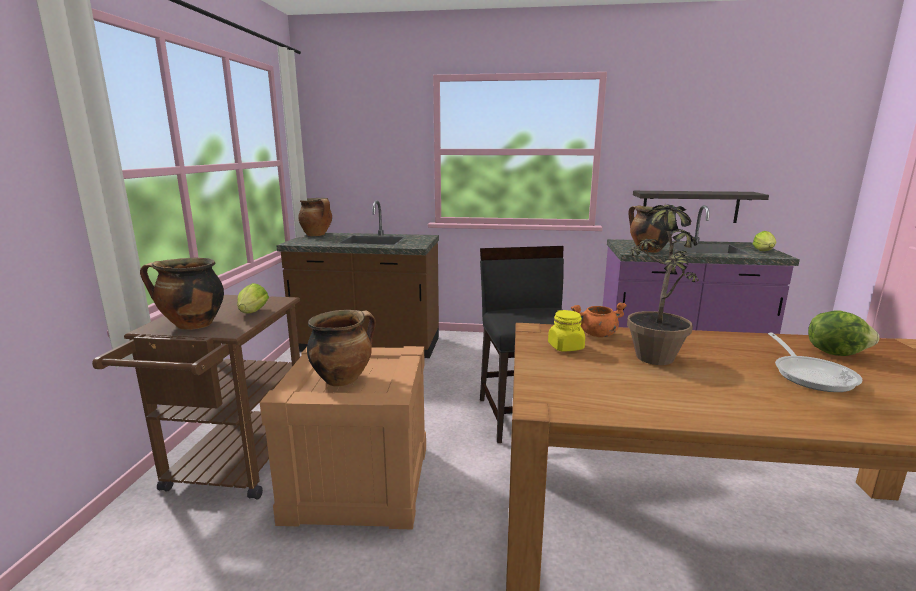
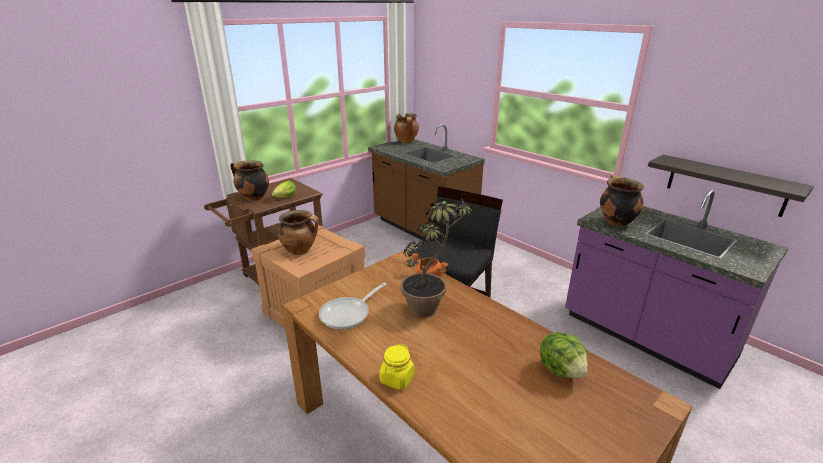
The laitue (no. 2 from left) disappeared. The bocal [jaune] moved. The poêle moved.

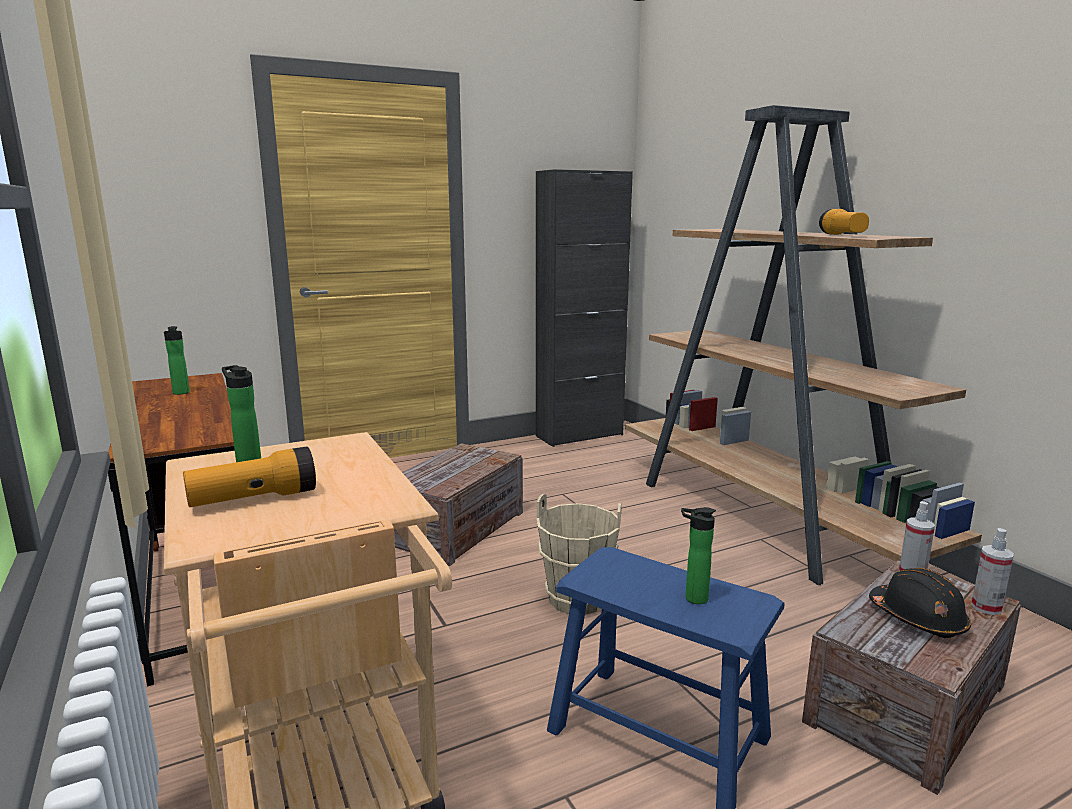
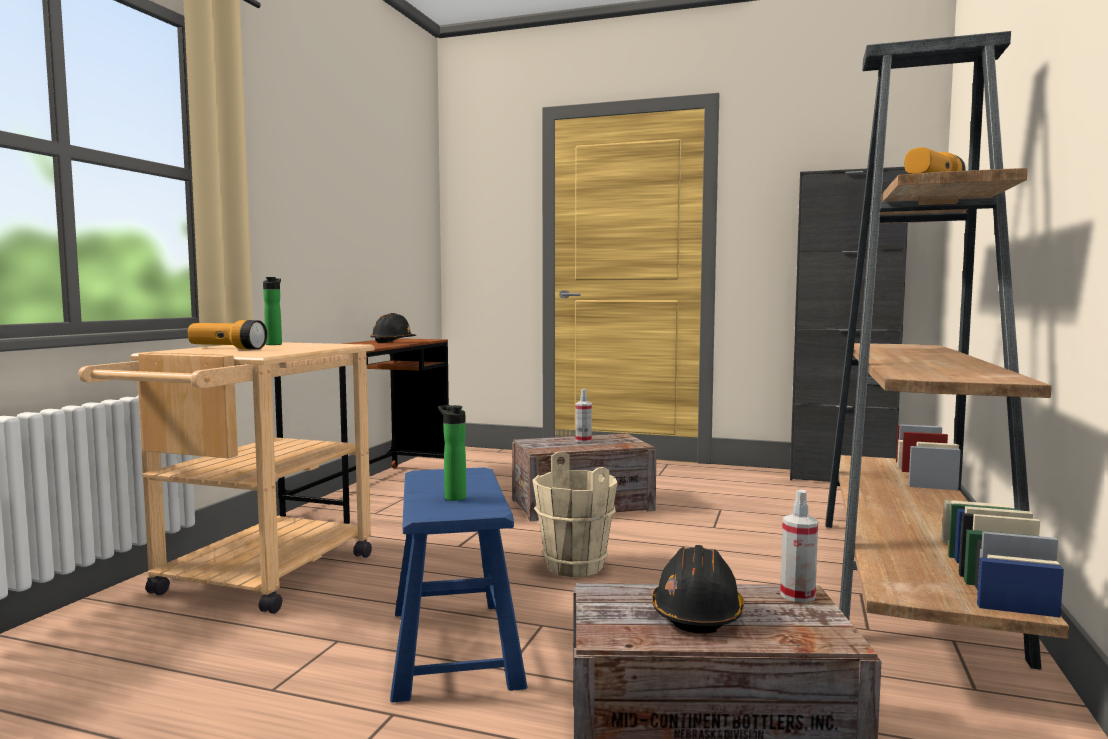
The vaporisateur (no. 2 from left in the first image) moved. The bouteille (no. 1 from left) was replaced by the casque de chantier [noir] (no. 1 from left).

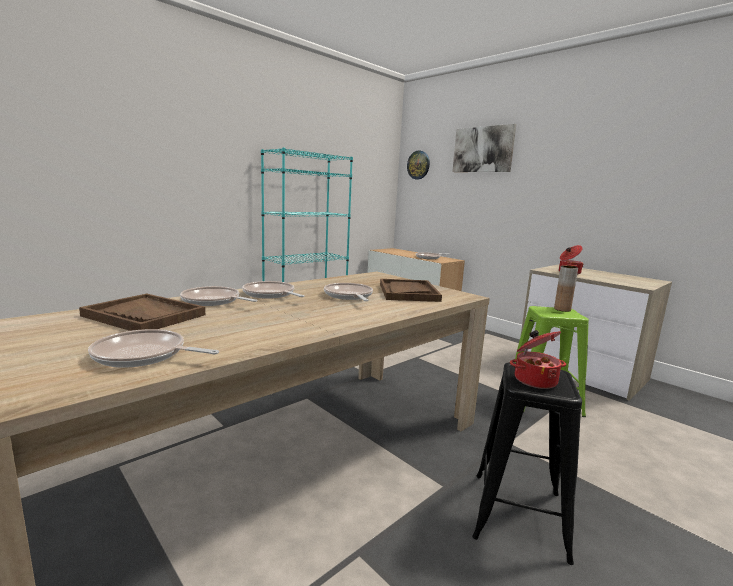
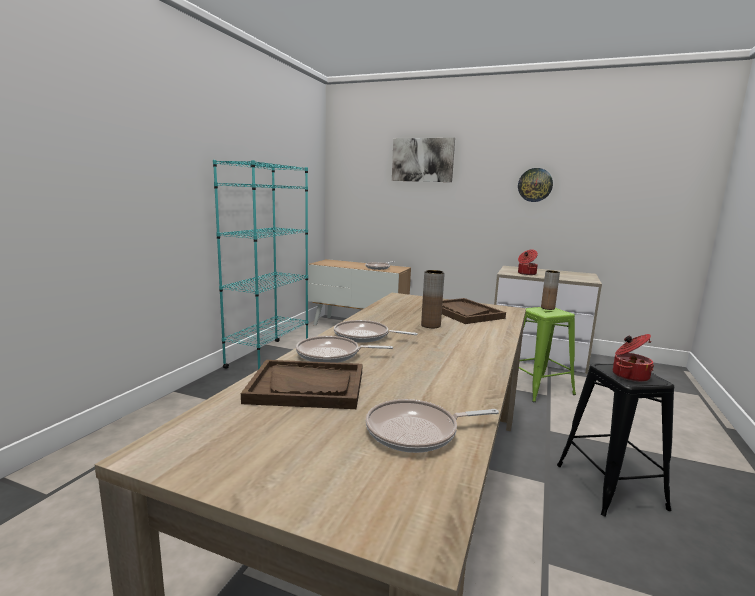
The horloge murale moved. The poêle (no. 4 from left) was replaced by the vase [marron] (no. 1 from left).

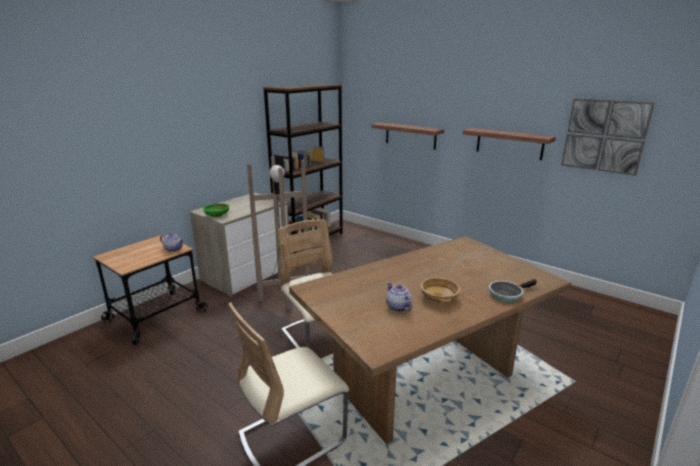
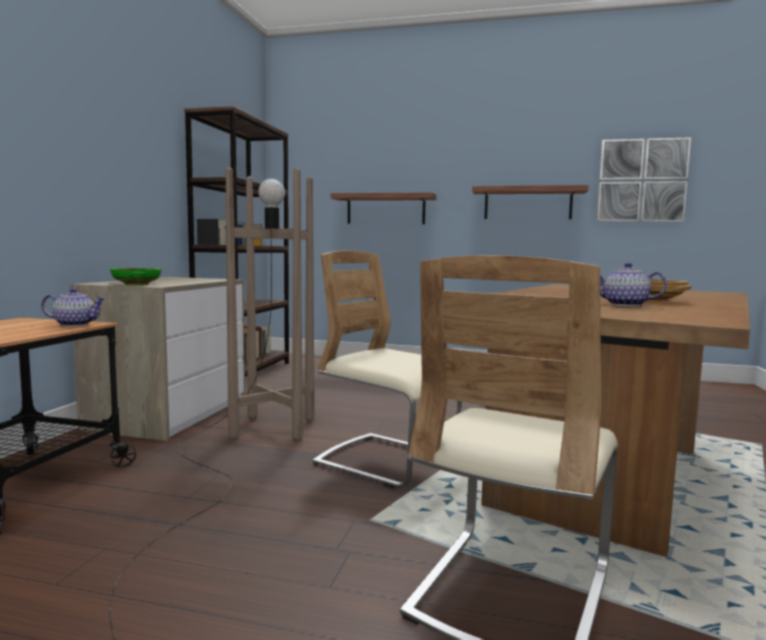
The poêle disappeared.

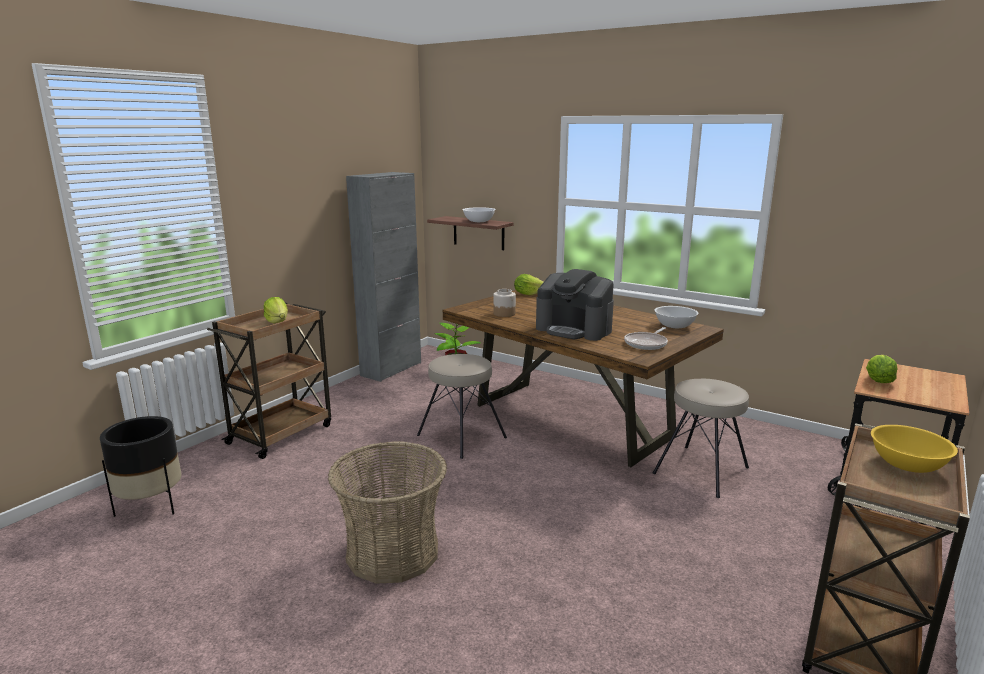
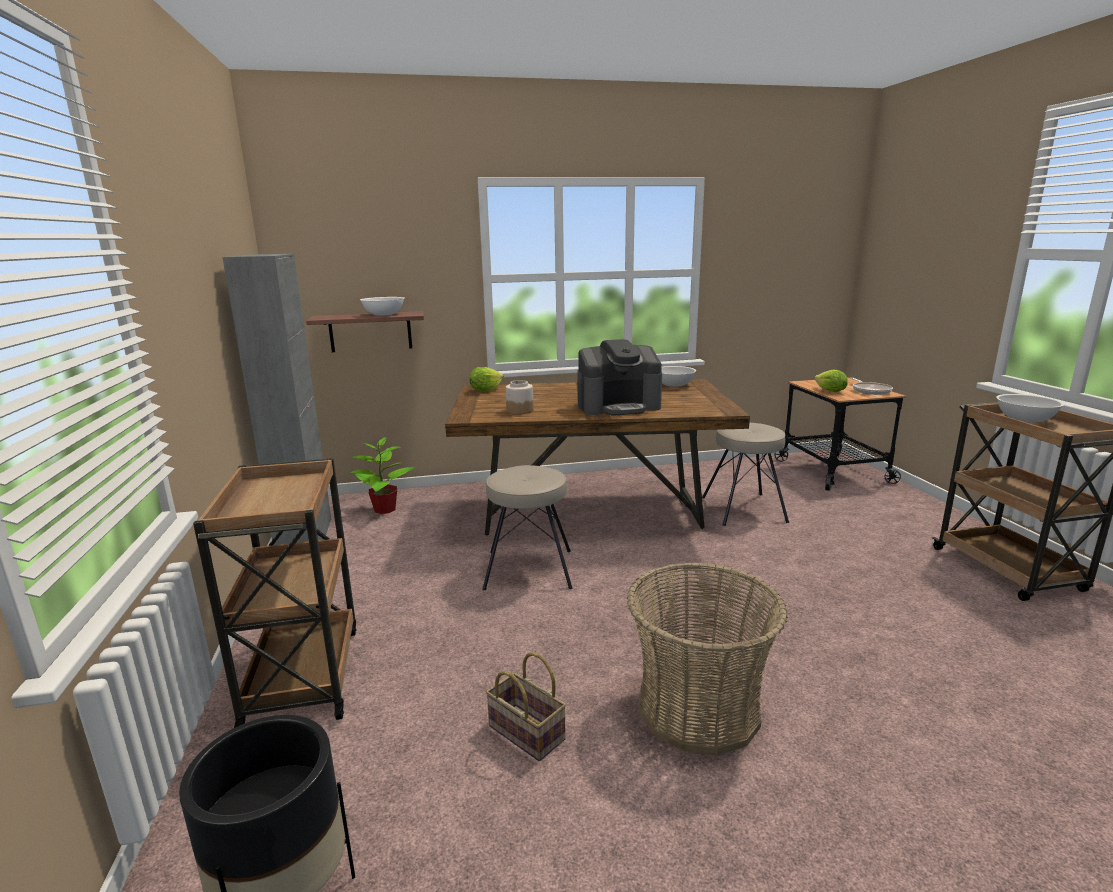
The laitue (no. 1 from left) disappeared. The panier (no. 1 from left) appeared. The poêle moved. The bol [jaune] became the bol [blanc] (no. 3 from left).

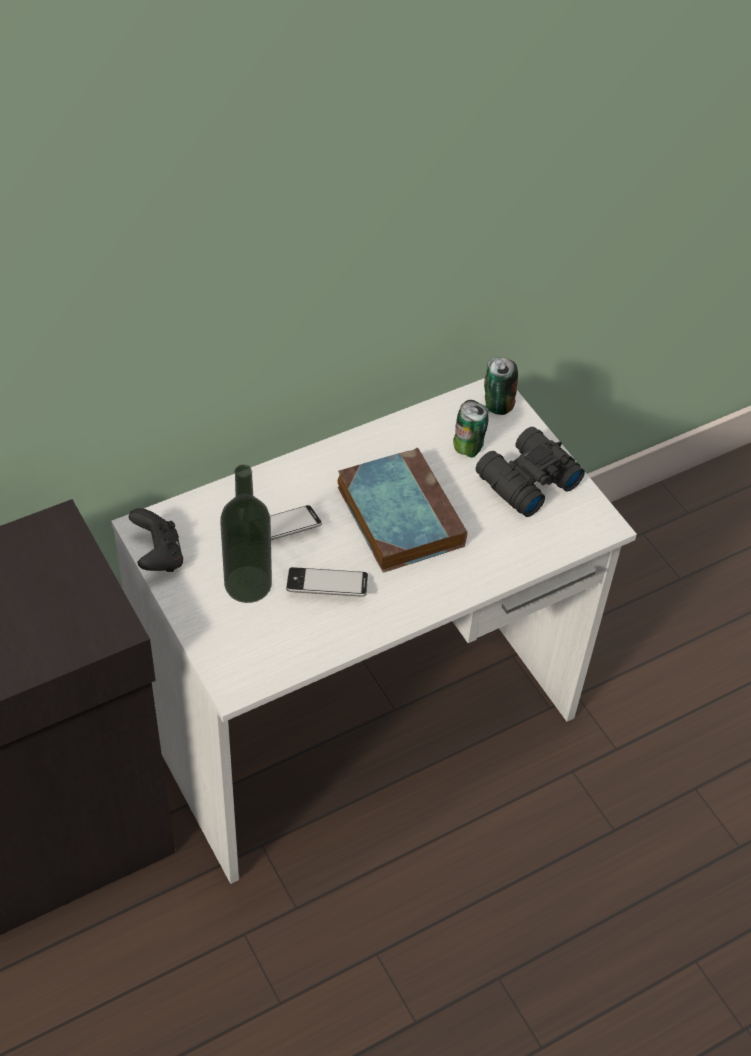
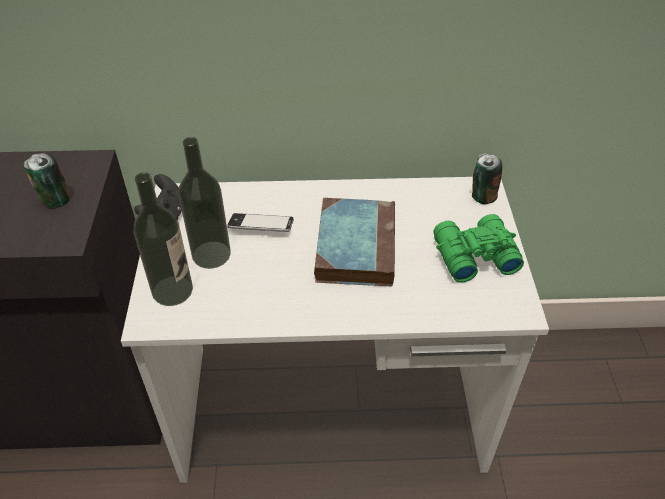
The téléphone (no. 2 from left) disappeared. The bouteille (no. 1 from left) appeared. The boîte métallique (no. 1 from left) moved. The jumelles [noir] became the jumelles [vert].

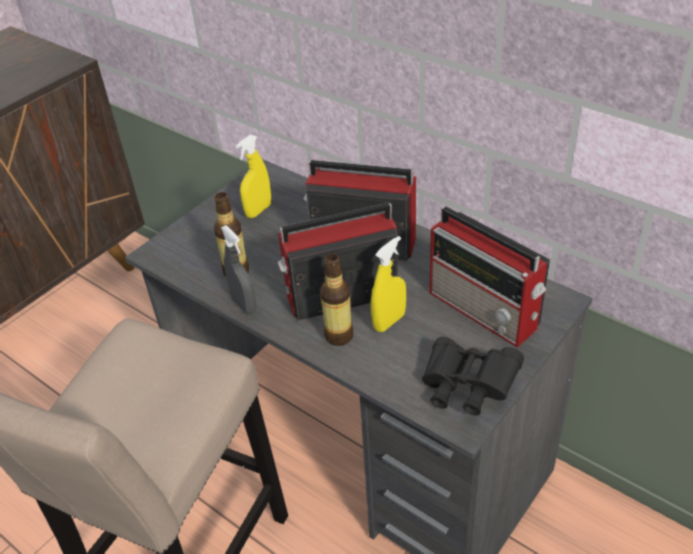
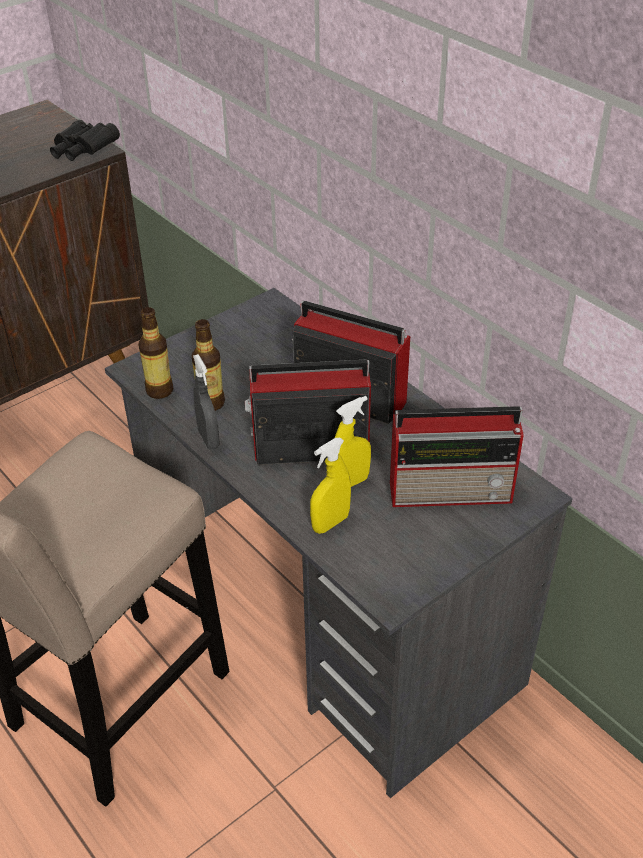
The vaporisateur [jaune] (no. 1 from left) moved. The bouteille (no. 2 from left in the first image) moved. The jumelles [noir] moved. The radio (no. 3 from left) turned 60 degrees counterclockwise.

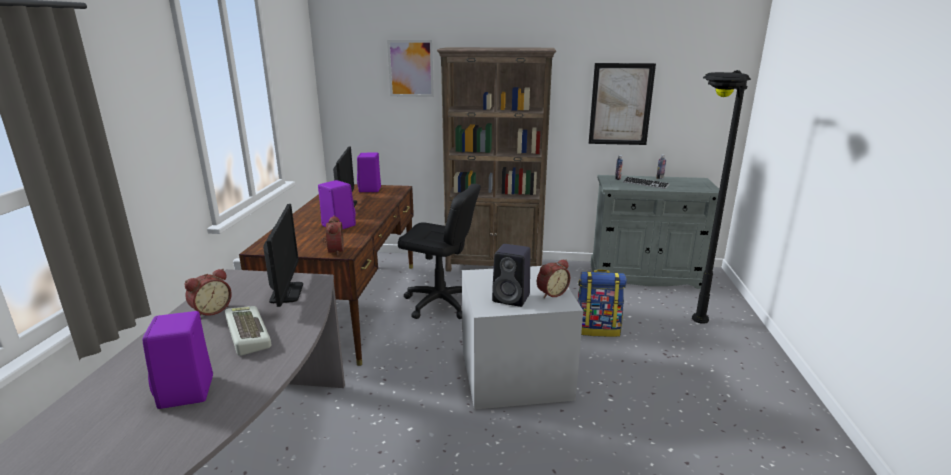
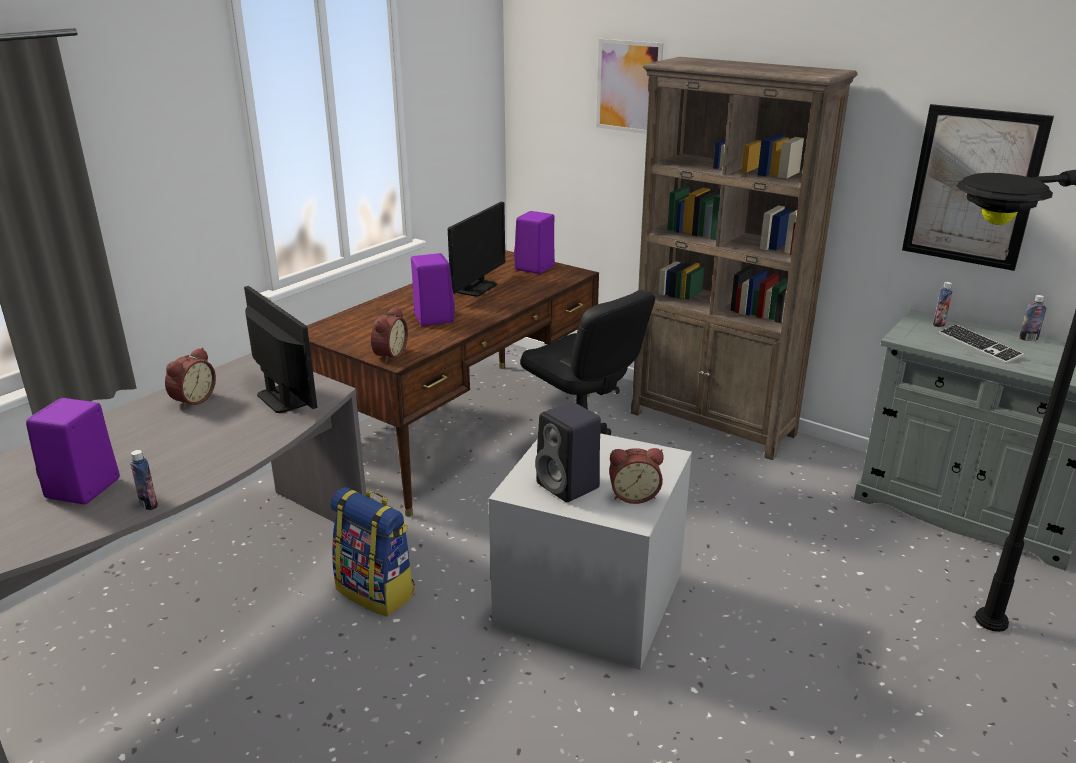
The clavier (no. 1 from left) disappeared. The bouteille (no. 1 from left) appeared. The sac à dos moved. The réveil (no. 1 from left) turned 45 degrees counterclockwise. The écran d'ordinateur (no. 1 from left) turned 60 degrees counterclockwise.

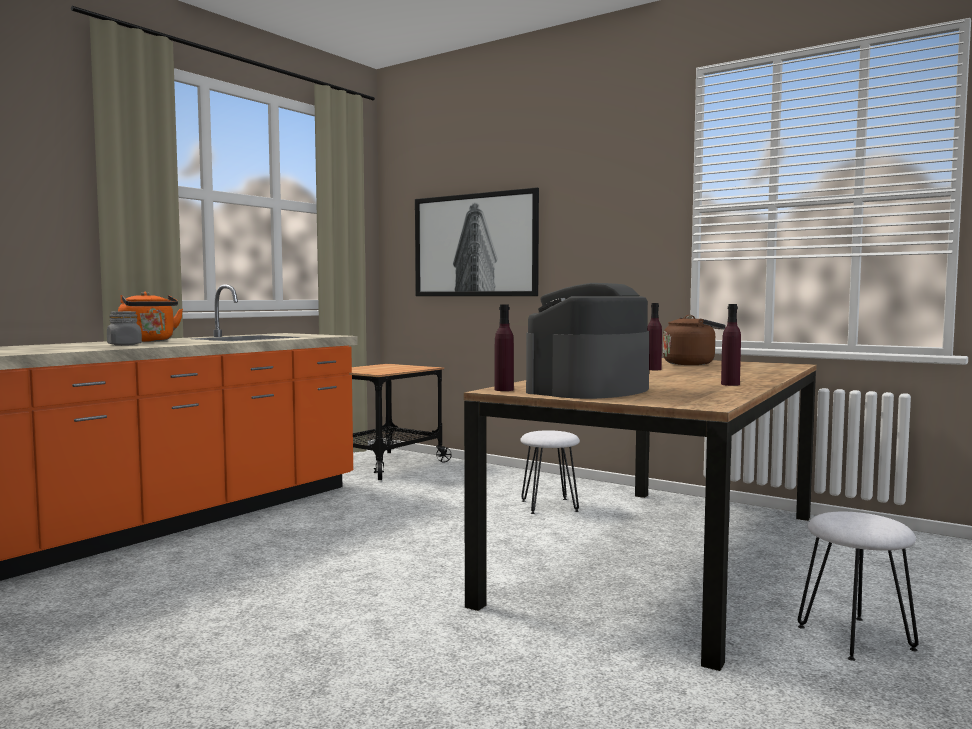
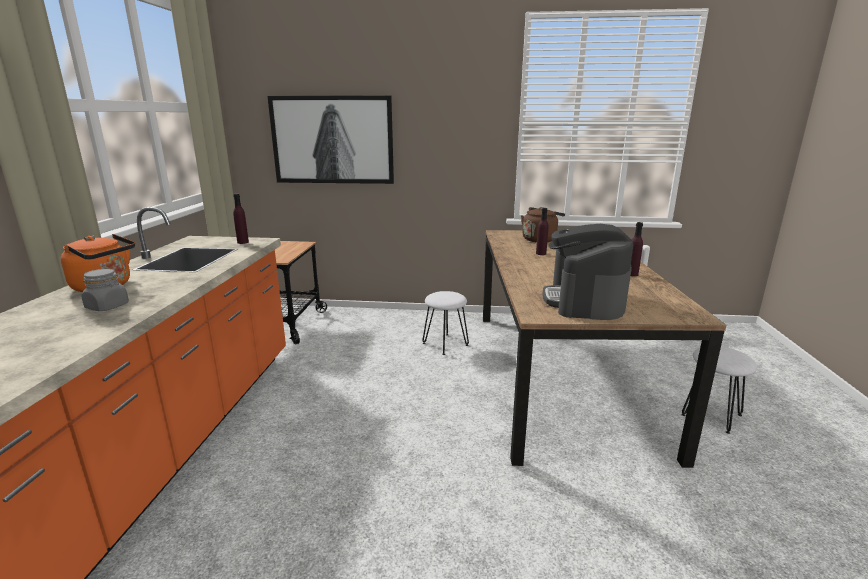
The bouteille [violet] (no. 1 from left) moved.

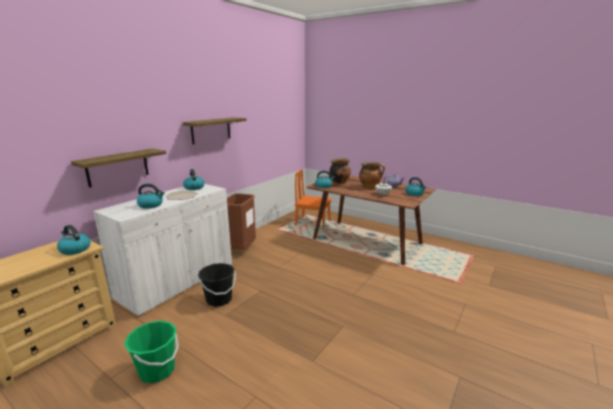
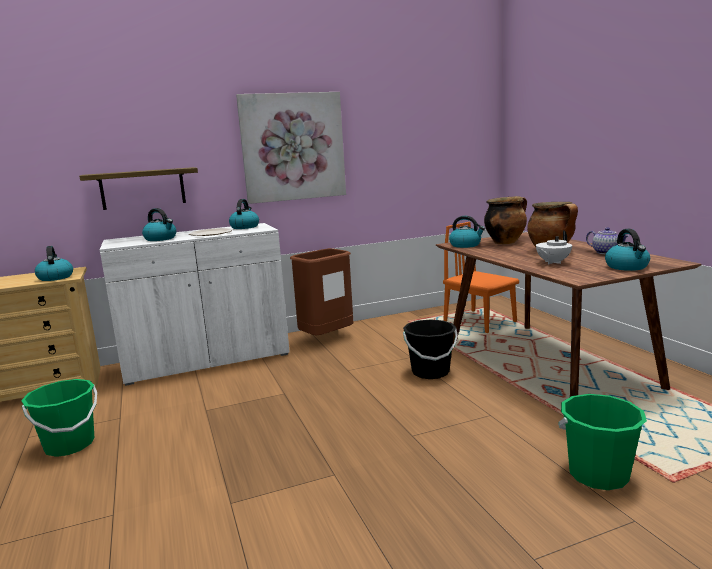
The seau [vert] (no. 2 from left) appeared. The seau [noir] moved. The étagère (no. 2 from left) was replaced by the tableau.

